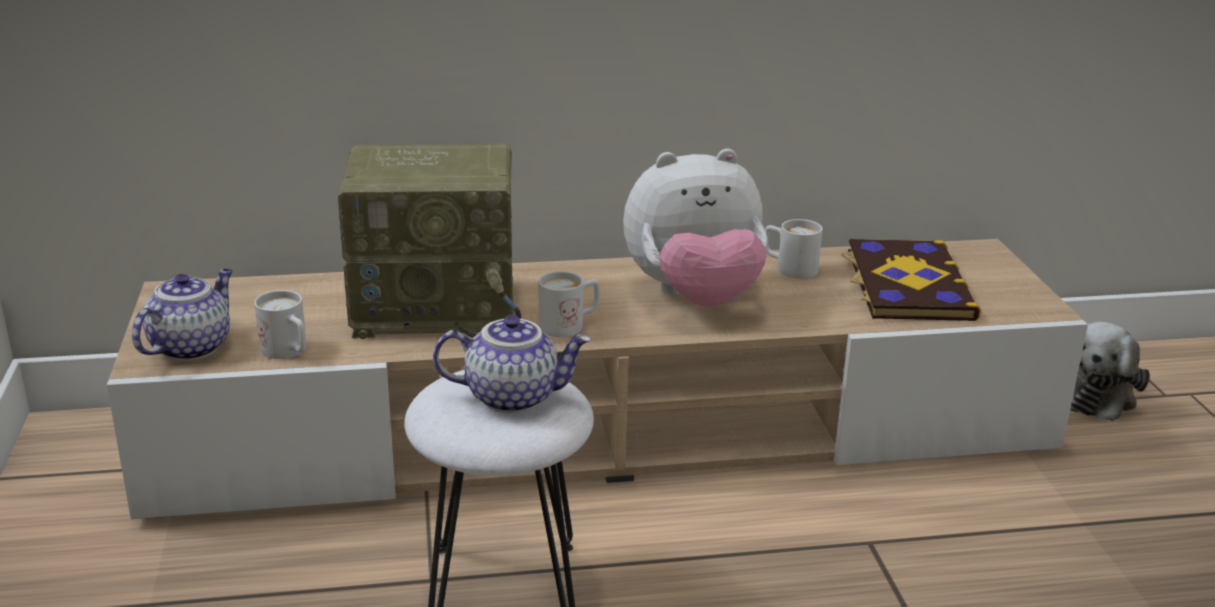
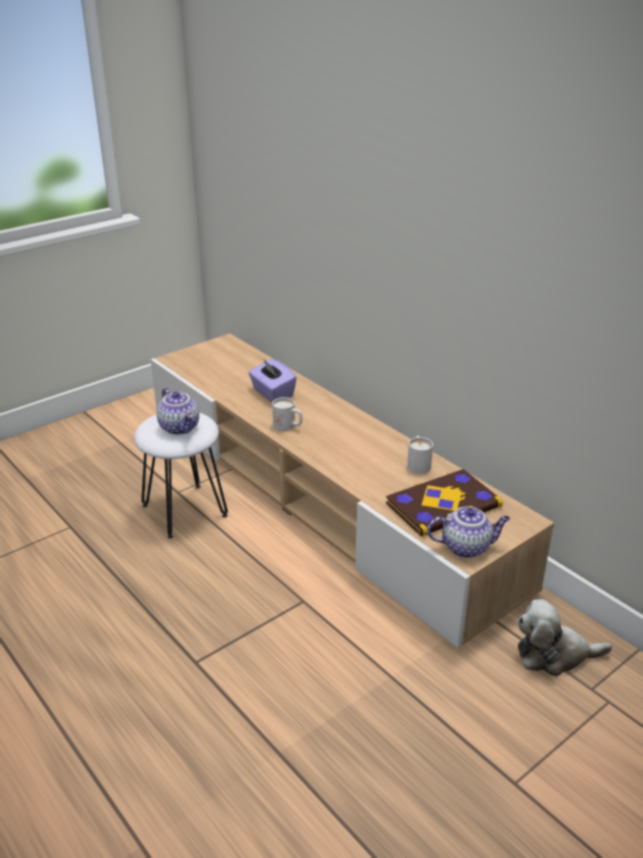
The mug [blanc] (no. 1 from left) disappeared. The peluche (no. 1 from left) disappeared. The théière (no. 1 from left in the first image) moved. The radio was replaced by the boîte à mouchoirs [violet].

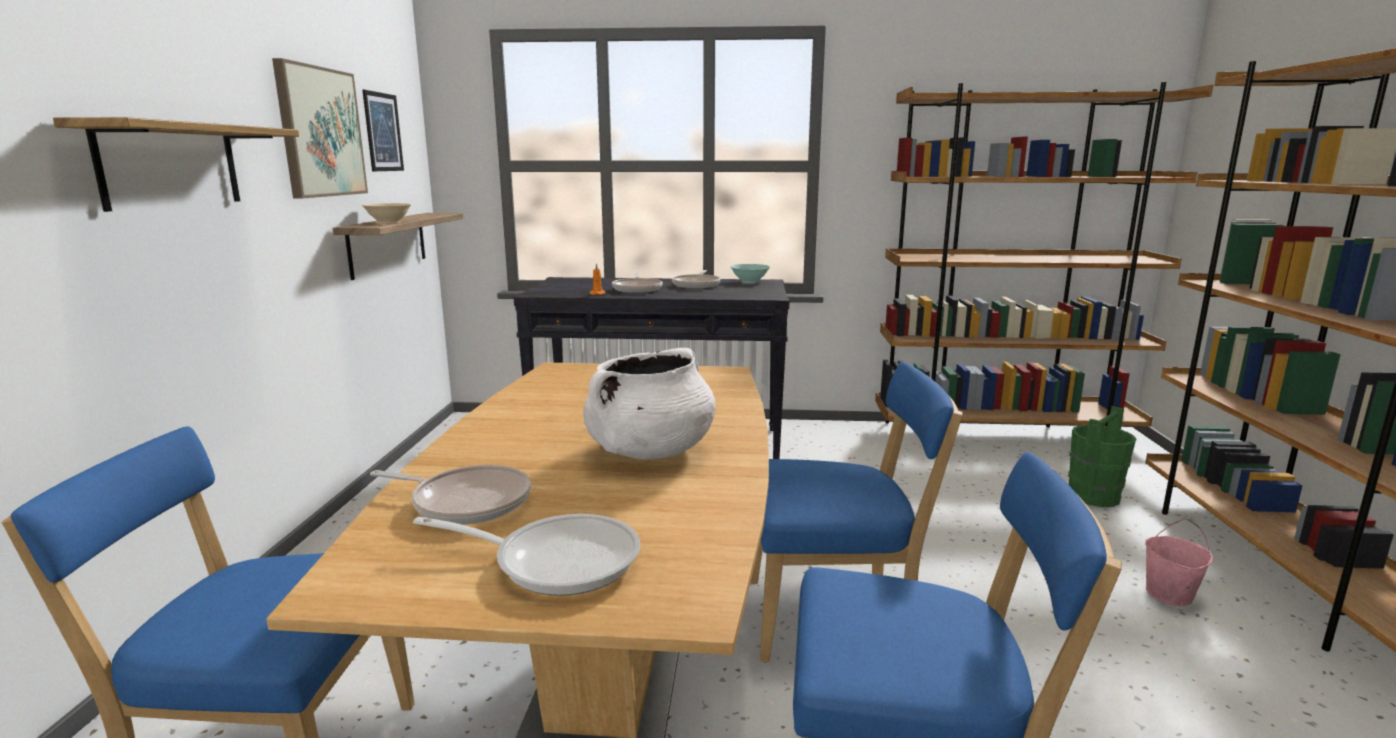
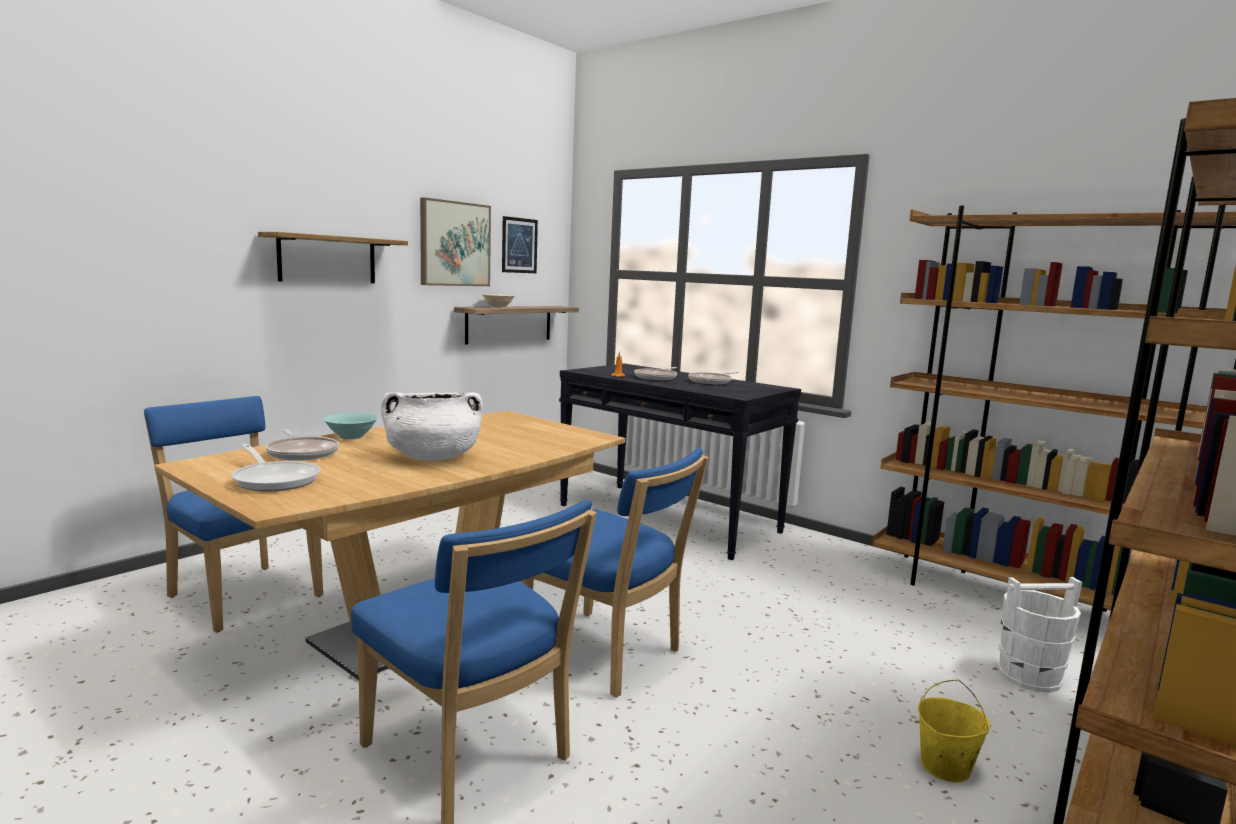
The bol [turquoise] moved. The seau [vert] became the seau [blanc]. The seau [rose] became the seau [jaune].

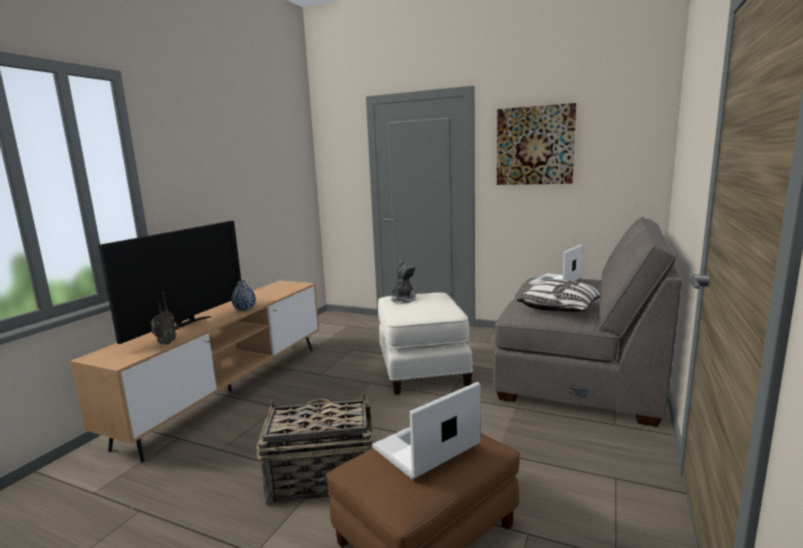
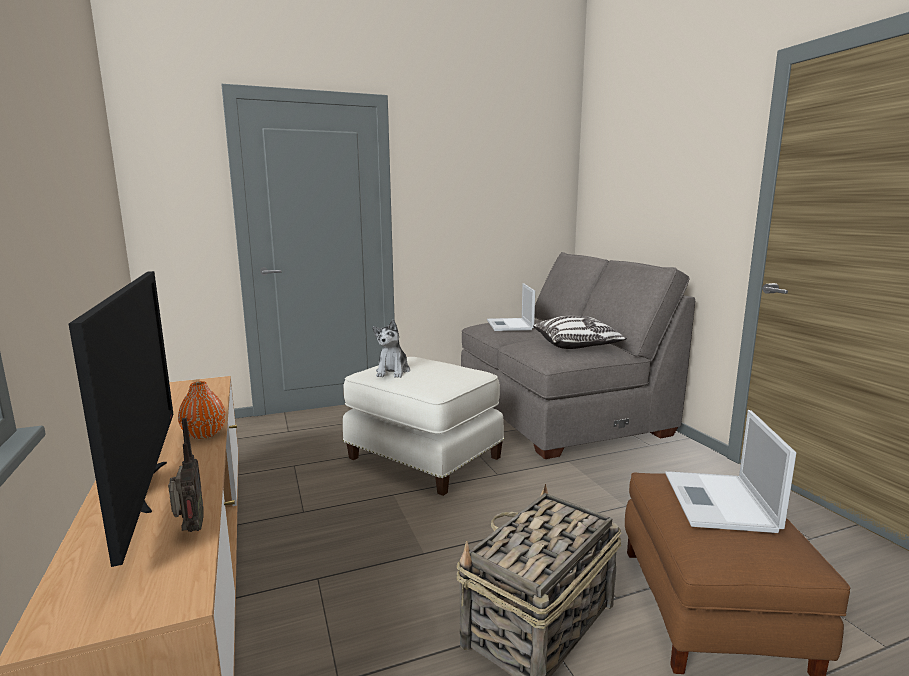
The tableau disappeared. The vase [bleu] became the vase [orange]. The peluche turned 150 degrees counterclockwise.

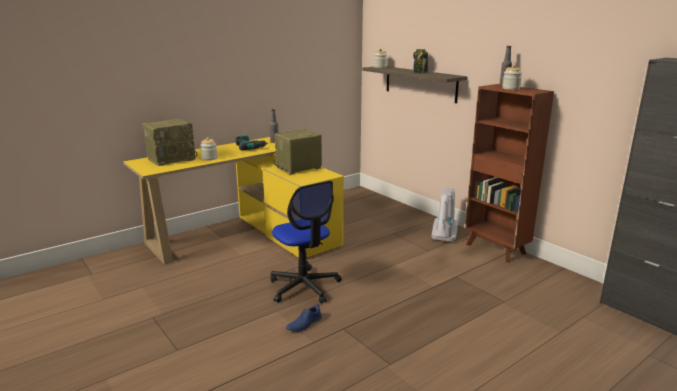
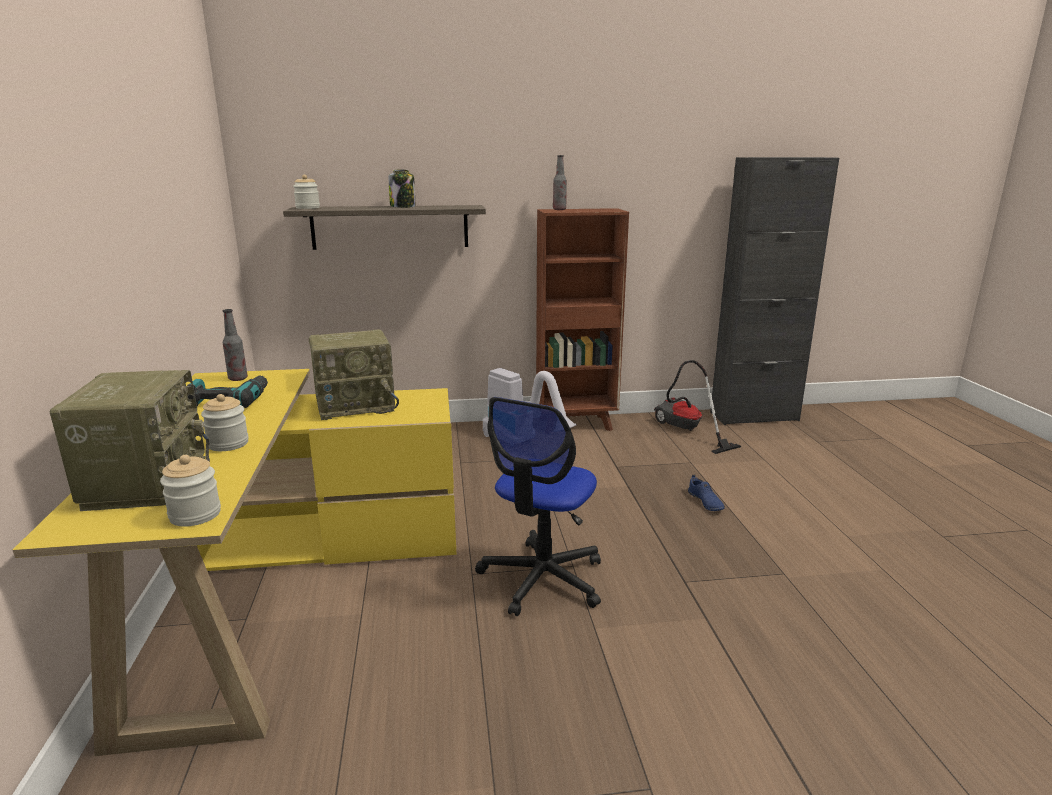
The aspirateur (no. 2 from left) appeared. The chaussure [bleu] moved. The bocal (no. 4 from left in the first image) moved. The chaise de bureau turned 120 degrees clockwise. The radio (no. 2 from left) turned 105 degrees counterclockwise.

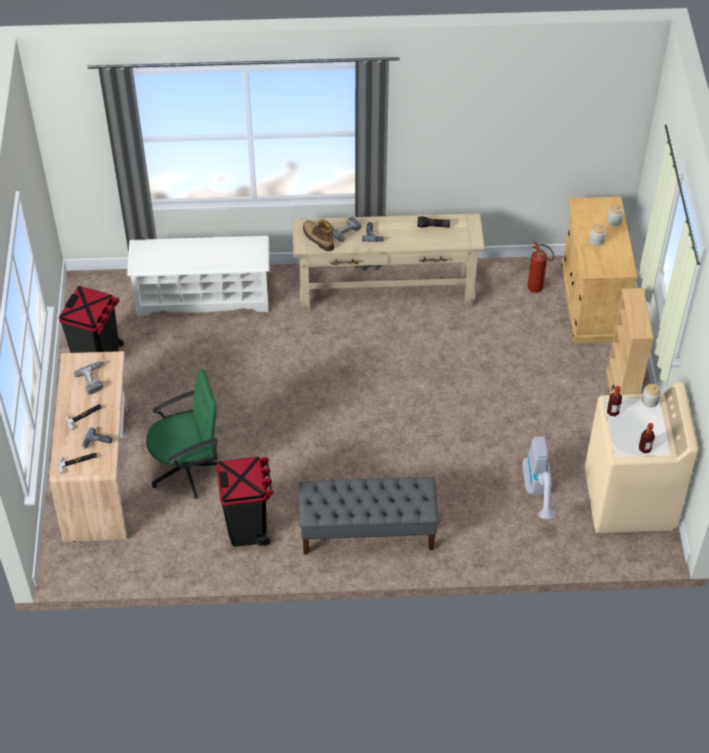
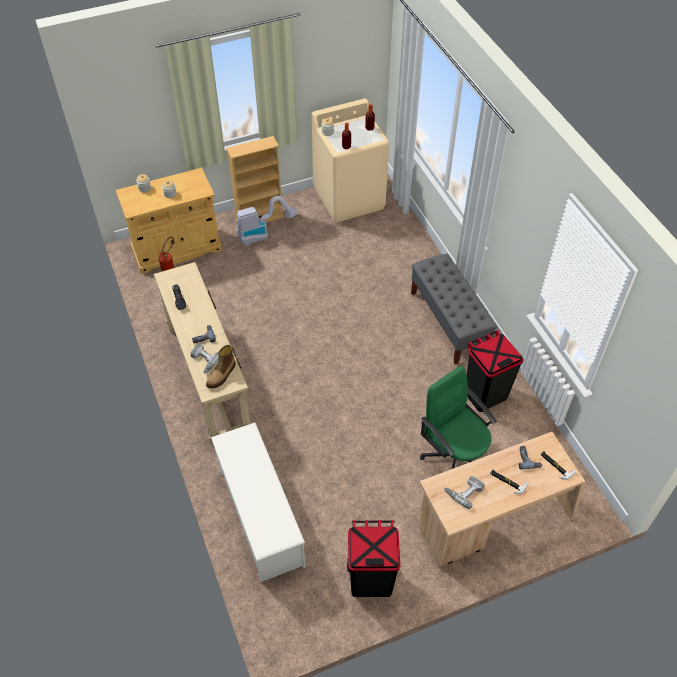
The aspirateur moved.

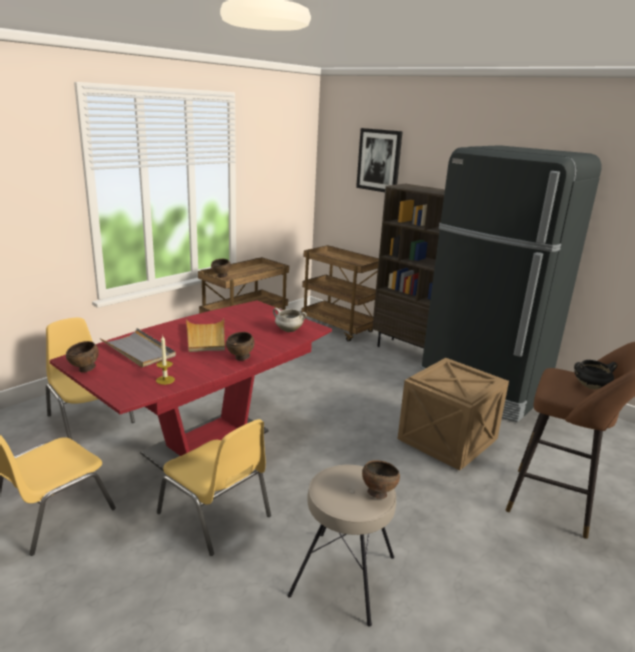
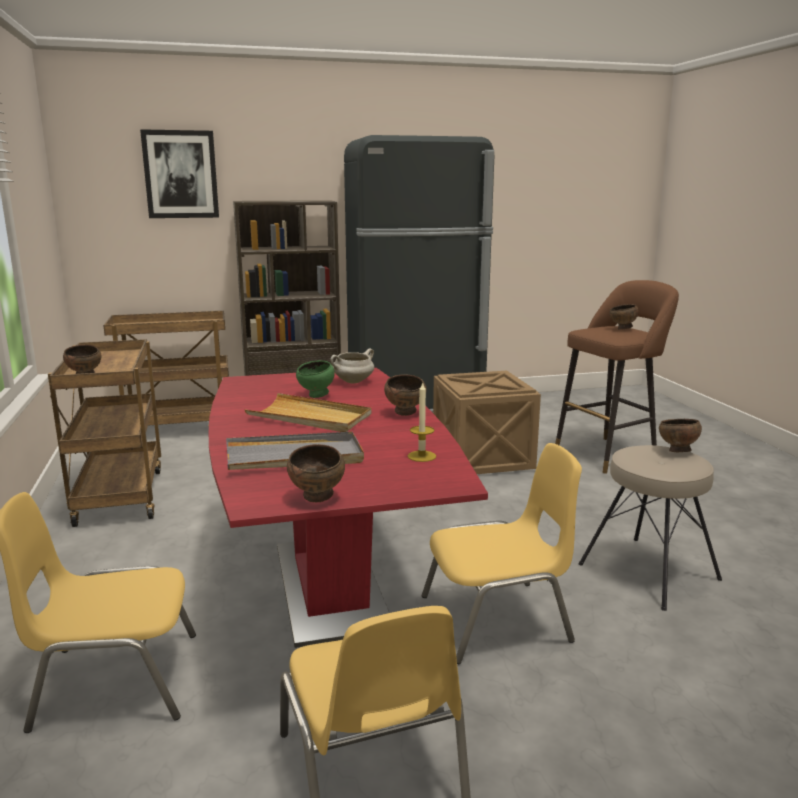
The bol [vert] appeared. The marmite [noir] was replaced by the bol [marron] (no. 4 from left).

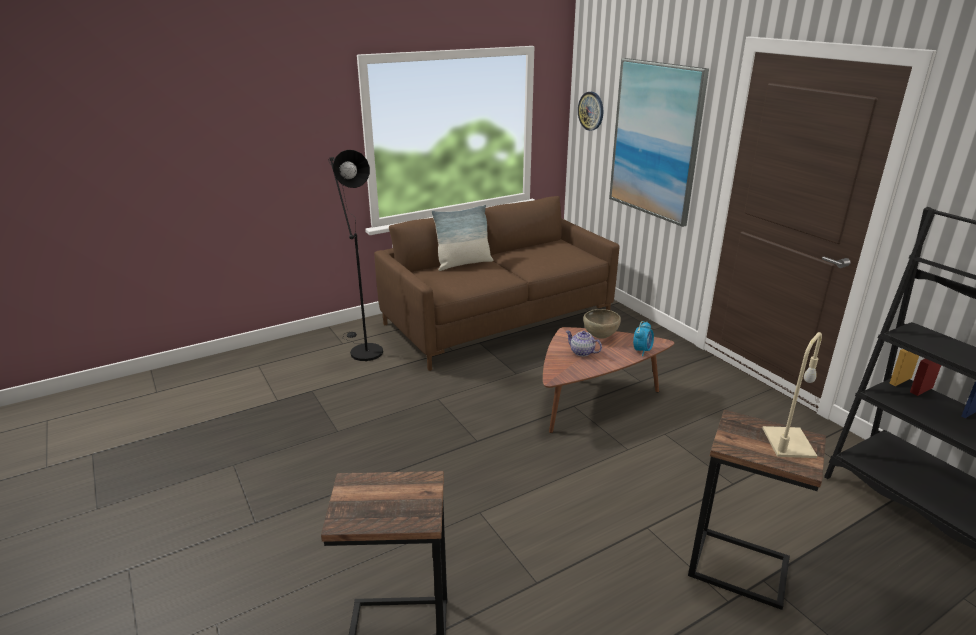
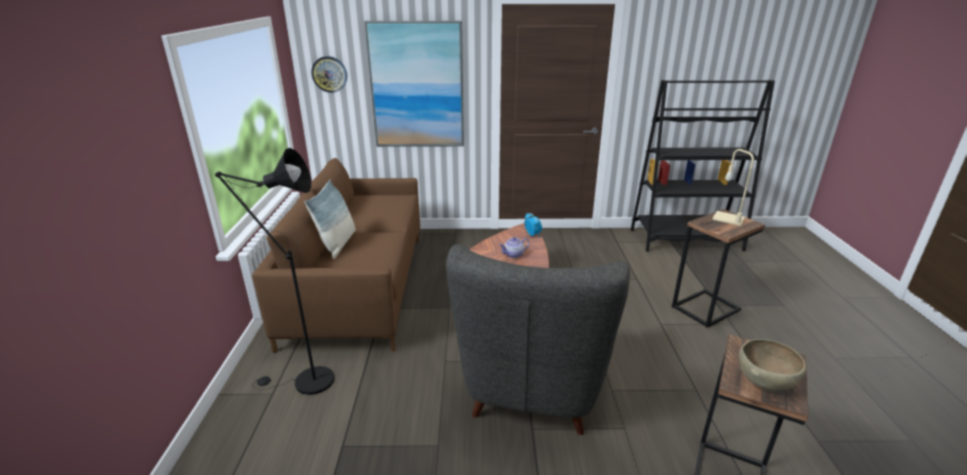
The fauteuil [gris] appeared. The bol [marron] moved.

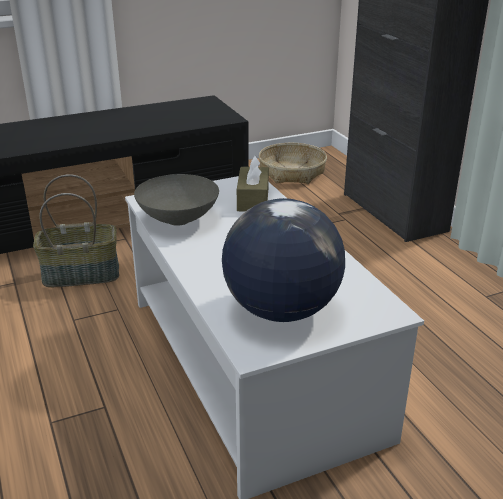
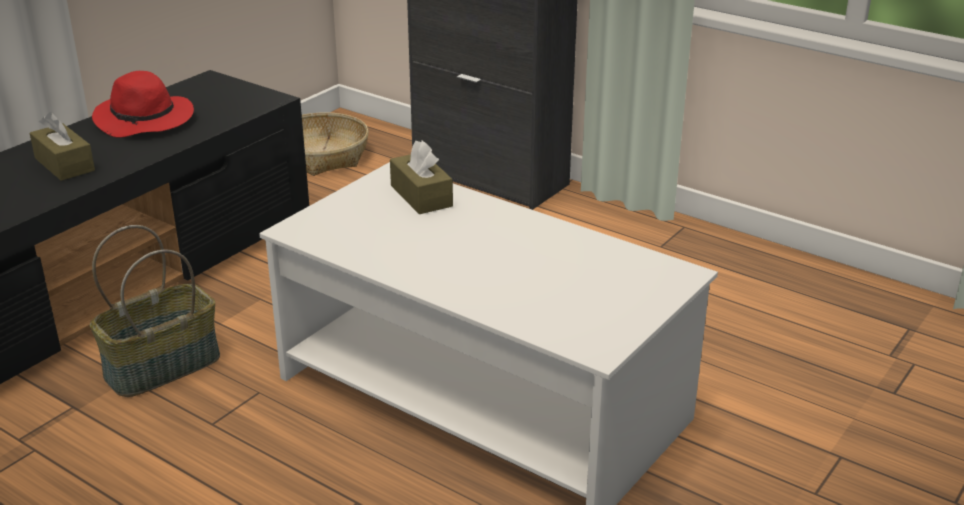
The bol [gris] disappeared. The globe disappeared. The boîte à mouchoirs [marron] (no. 1 from left) appeared. The chapeau [rouge] appeared.

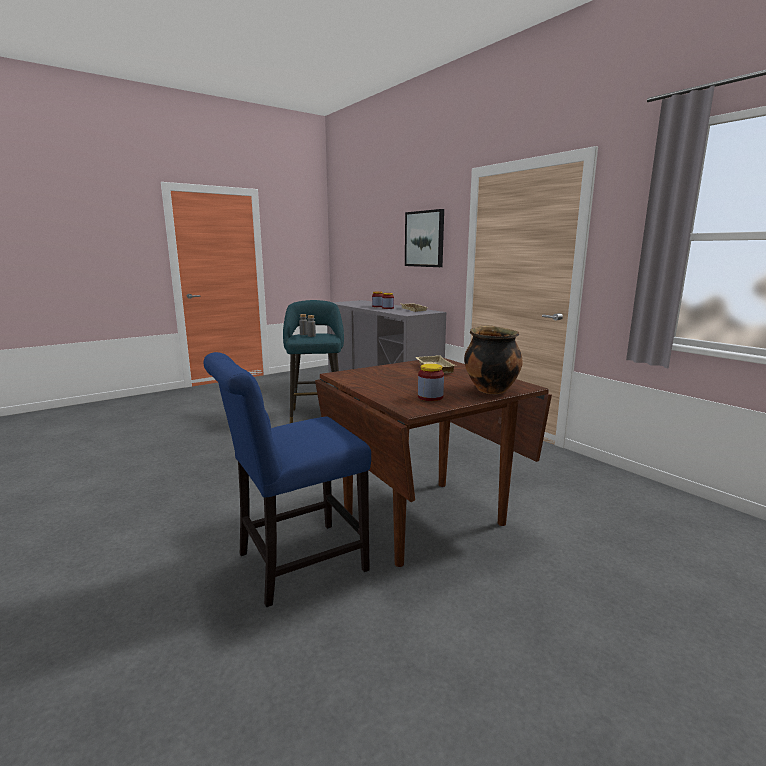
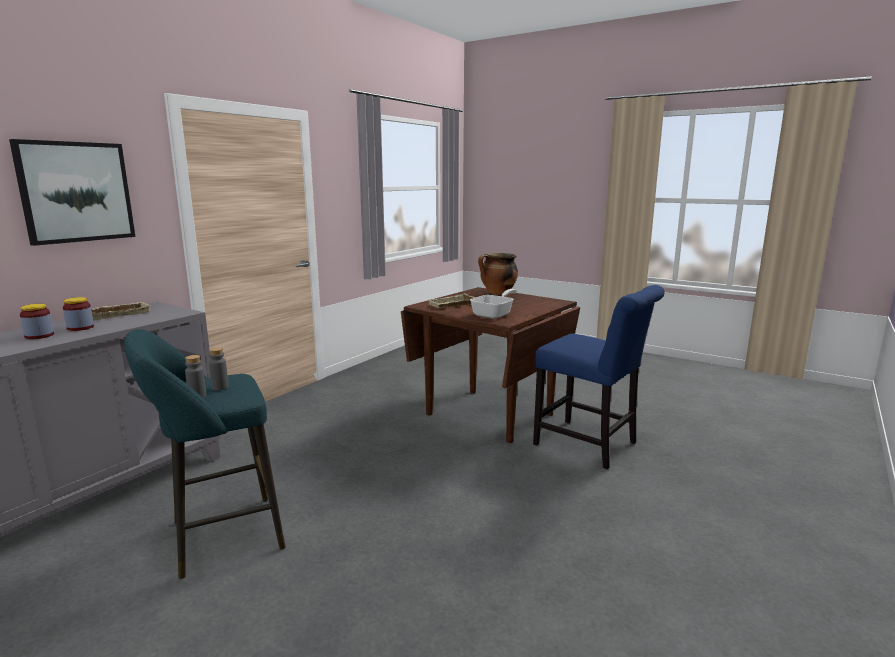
The bocal (no. 3 from left) disappeared. The poêle appeared.

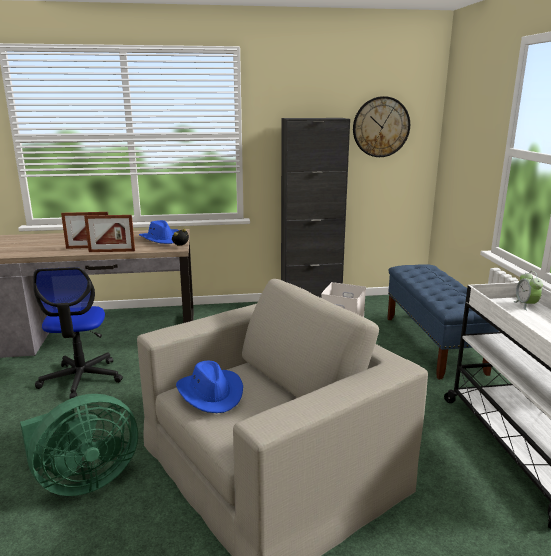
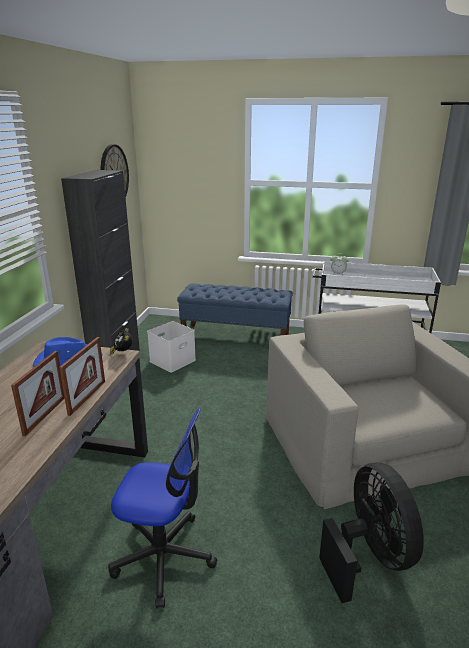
The chapeau [bleu] (no. 2 from left) disappeared. The ventilateur [vert] became the ventilateur [noir].

